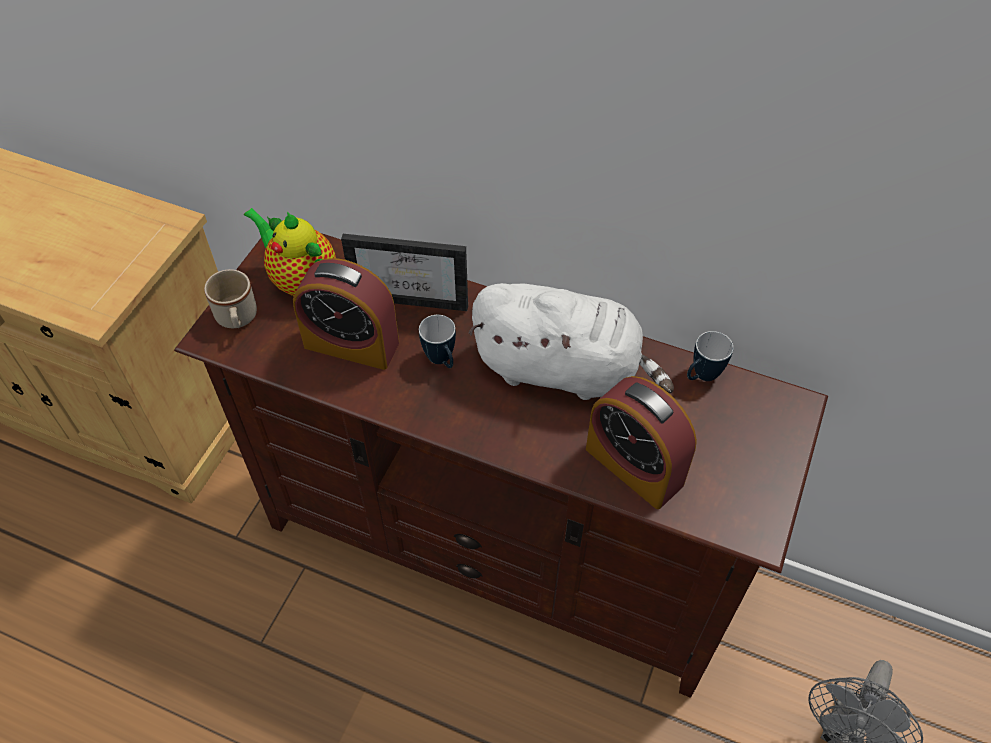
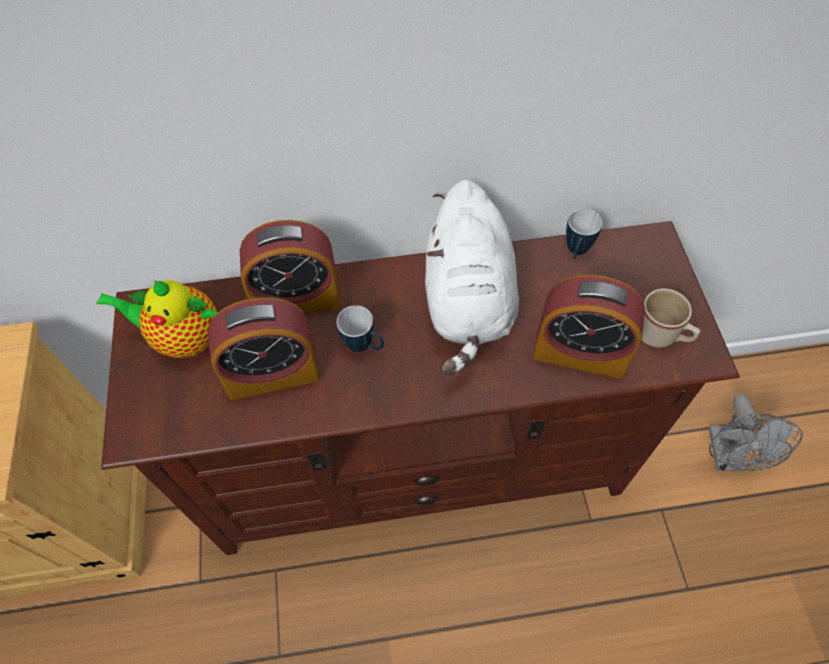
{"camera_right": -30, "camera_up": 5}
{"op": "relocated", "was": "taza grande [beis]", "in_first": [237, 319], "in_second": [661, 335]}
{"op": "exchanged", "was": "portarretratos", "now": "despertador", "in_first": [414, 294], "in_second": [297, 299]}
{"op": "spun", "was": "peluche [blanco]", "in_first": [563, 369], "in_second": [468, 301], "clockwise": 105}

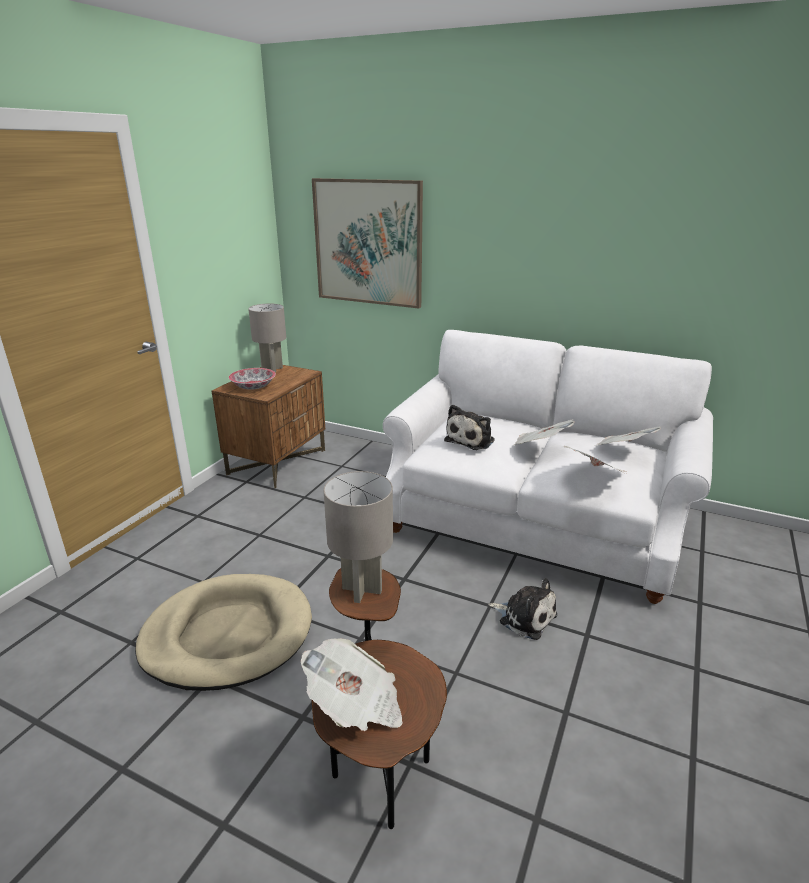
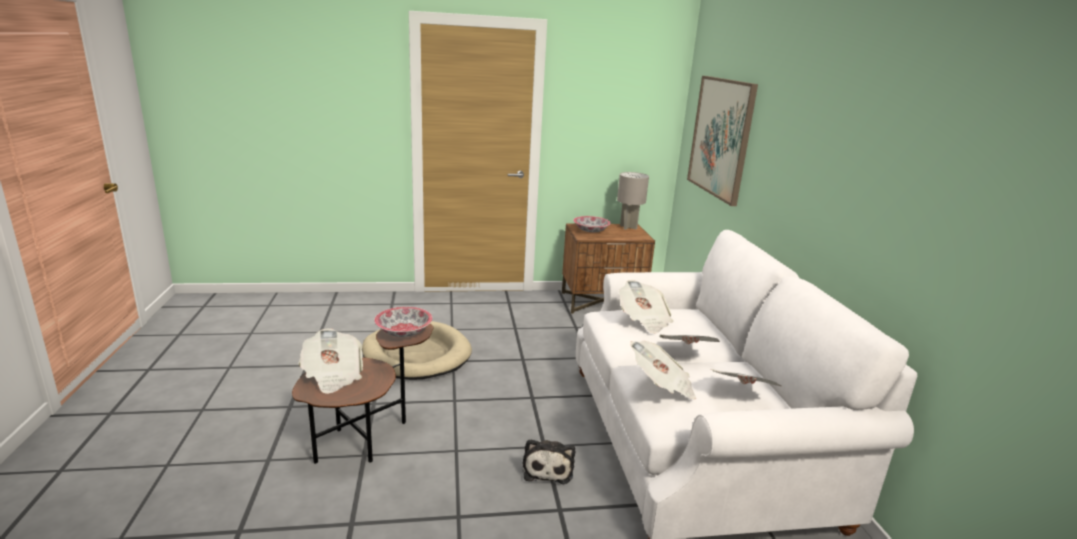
{"camera_right": 55, "camera_up": -5}
{"op": "exchanged", "was": "lámpara de mesa [gris]", "now": "cuenco", "in_first": [362, 589], "in_second": [404, 332]}
{"op": "exchanged", "was": "peluche", "now": "periódico", "in_first": [471, 440], "in_second": [644, 320]}

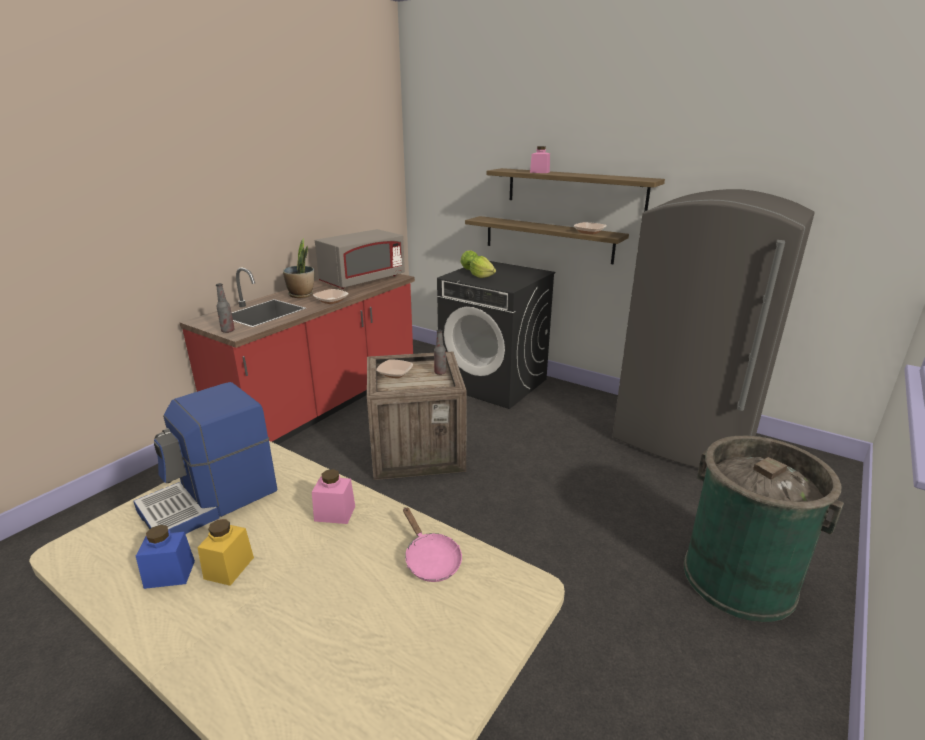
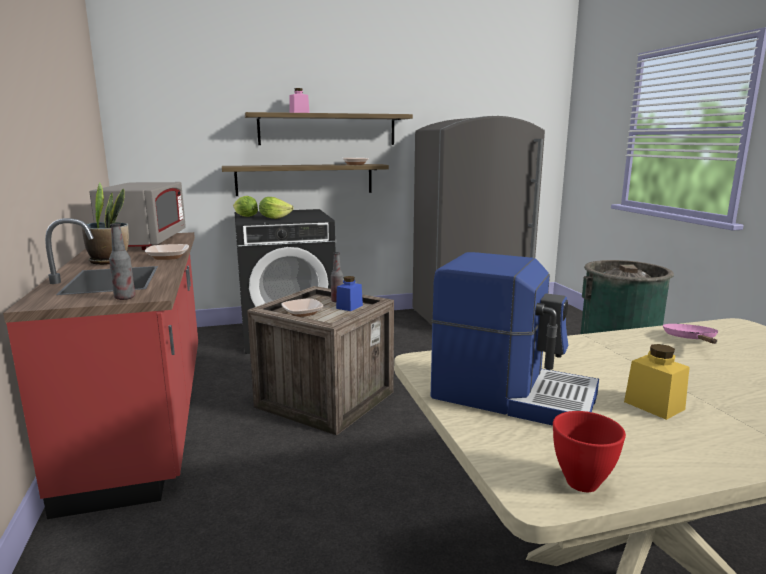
{"camera_right": -50, "camera_up": -10}
{"op": "missing", "was": "tarro [rosa]", "in_first": [335, 513]}
{"op": "appeared", "now": "cuenco [rojo]", "in_second": [582, 482]}
{"op": "relocated", "was": "tarro [azul]", "in_first": [170, 574], "in_second": [349, 307]}
{"op": "spun", "was": "cafetera", "in_first": [211, 501], "in_second": [512, 394], "clockwise": -60}
{"op": "spun", "was": "sartén [rosa]", "in_first": [430, 560], "in_second": [691, 340], "clockwise": -90}

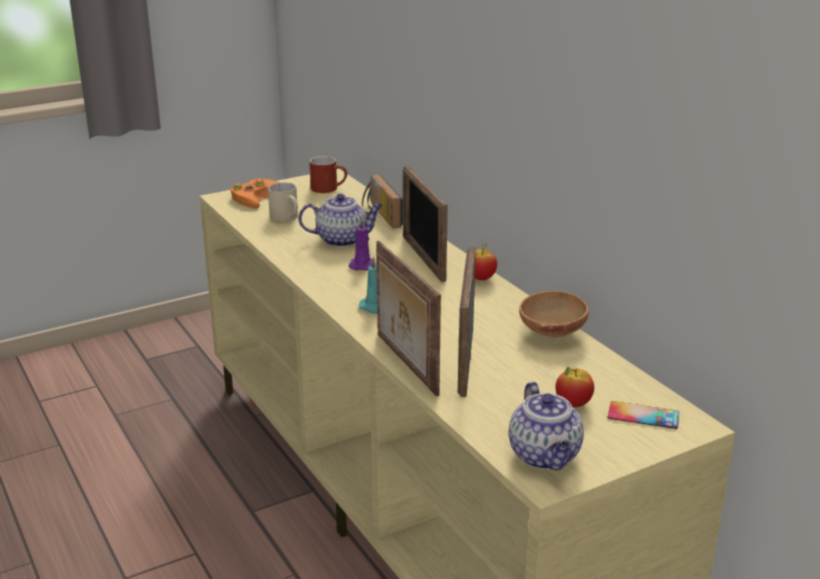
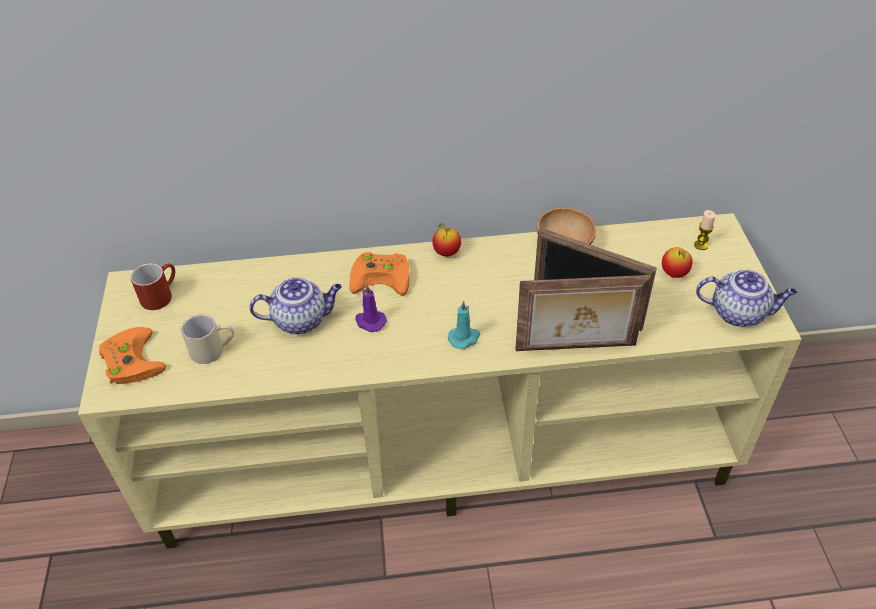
{"camera_right": -65, "camera_up": 20}
{"op": "missing", "was": "radio", "in_first": [378, 215]}
{"op": "exchanged", "was": "portarretratos", "now": "mando de consola [naranja]", "in_first": [423, 258], "in_second": [383, 276]}
{"op": "exchanged", "was": "móvil", "now": "vela", "in_first": [643, 415], "in_second": [701, 245]}
{"op": "spun", "was": "tetera", "in_first": [342, 240], "in_second": [301, 320], "clockwise": 60}

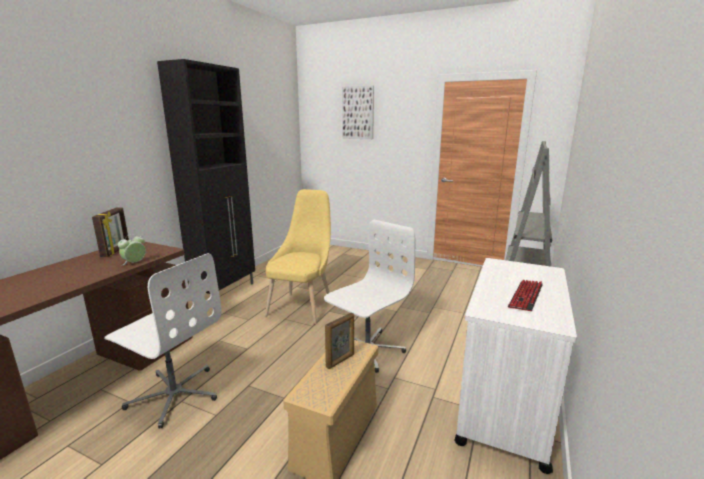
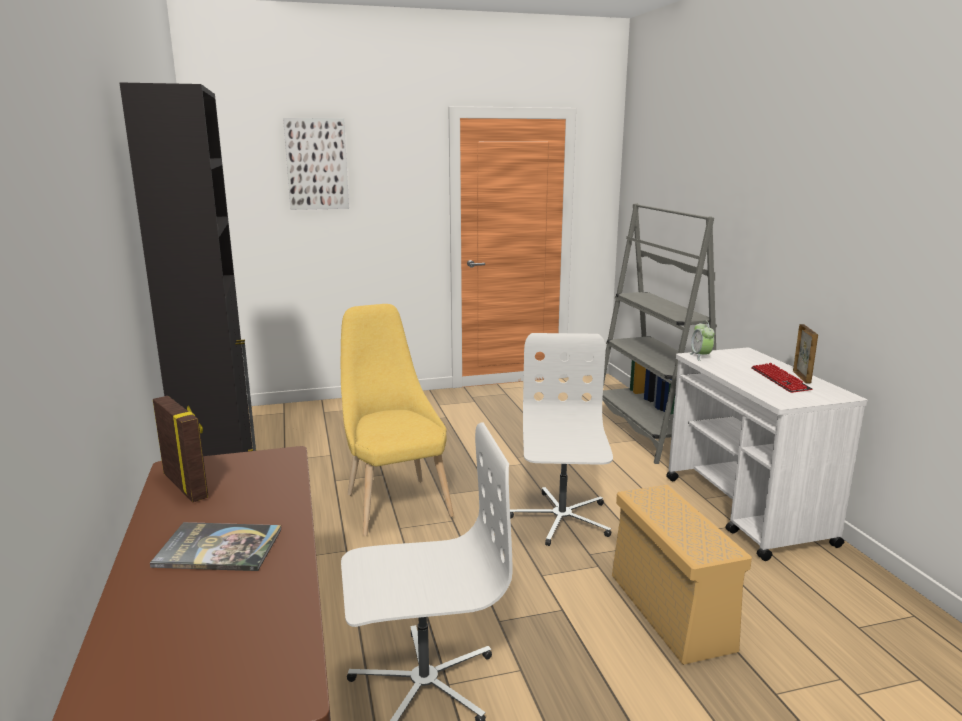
{"camera_right": -40, "camera_up": 0}
{"op": "appeared", "now": "libro", "in_second": [219, 548]}
{"op": "relocated", "was": "despertador", "in_first": [134, 263], "in_second": [700, 356]}
{"op": "relocated", "was": "portarretratos", "in_first": [340, 361], "in_second": [802, 377]}

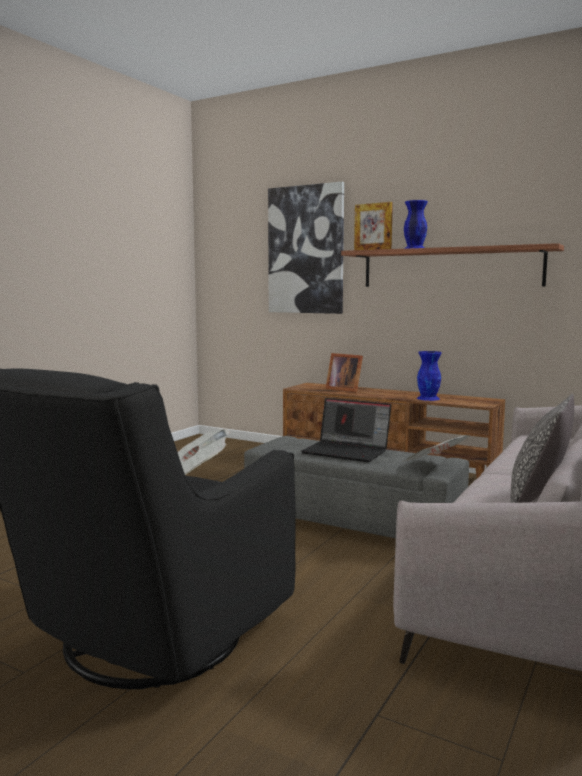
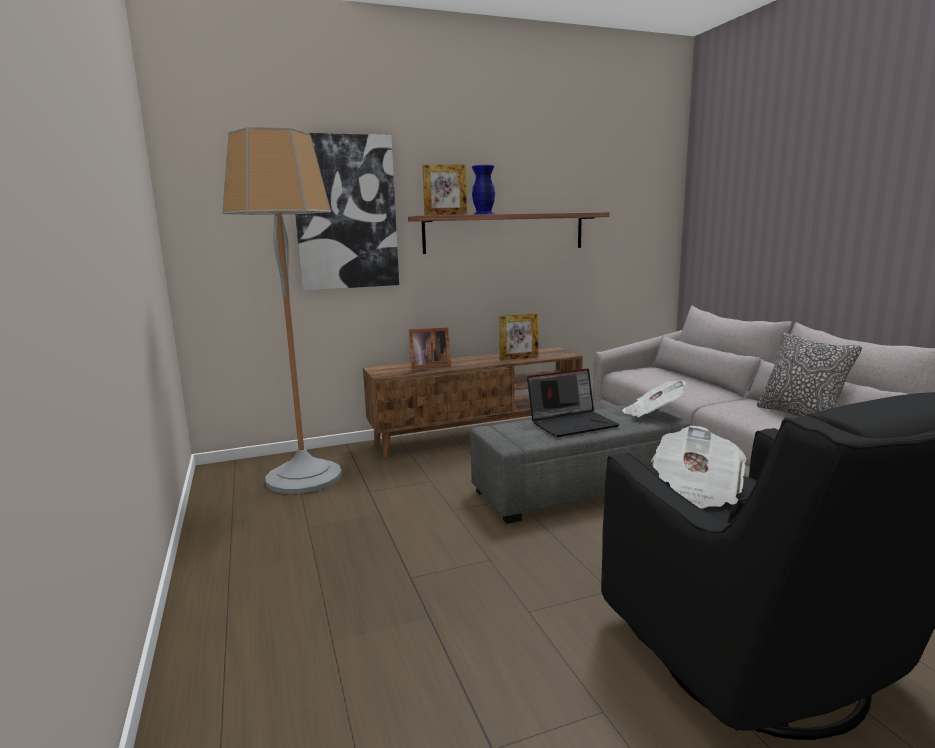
{"camera_right": -50, "camera_up": 5}
{"op": "appeared", "now": "lámpara de pie", "in_second": [304, 477]}
{"op": "exchanged", "was": "florero [azul]", "now": "portarretratos", "in_first": [428, 398], "in_second": [519, 358]}

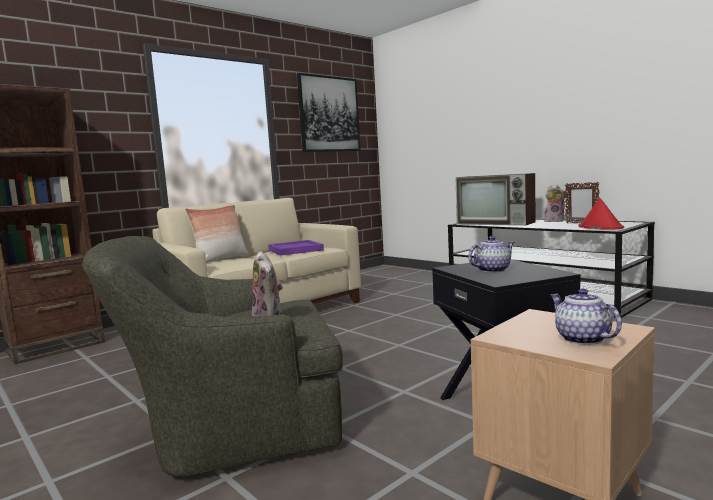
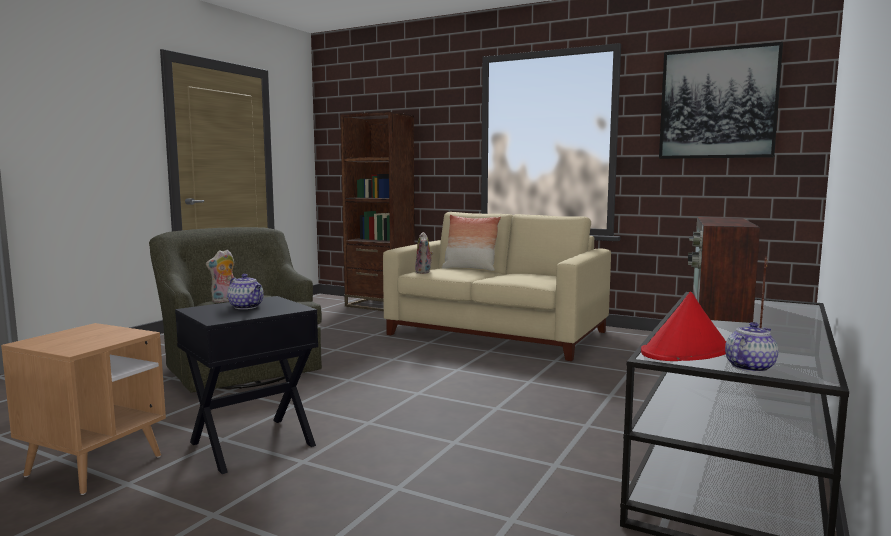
{"camera_right": 70, "camera_up": 0}
{"op": "missing", "was": "bandeja [morado]", "in_first": [295, 250]}
{"op": "relocated", "was": "peluche", "in_first": [554, 221], "in_second": [424, 272]}
{"op": "relocated", "was": "tetera", "in_first": [581, 339], "in_second": [749, 367]}

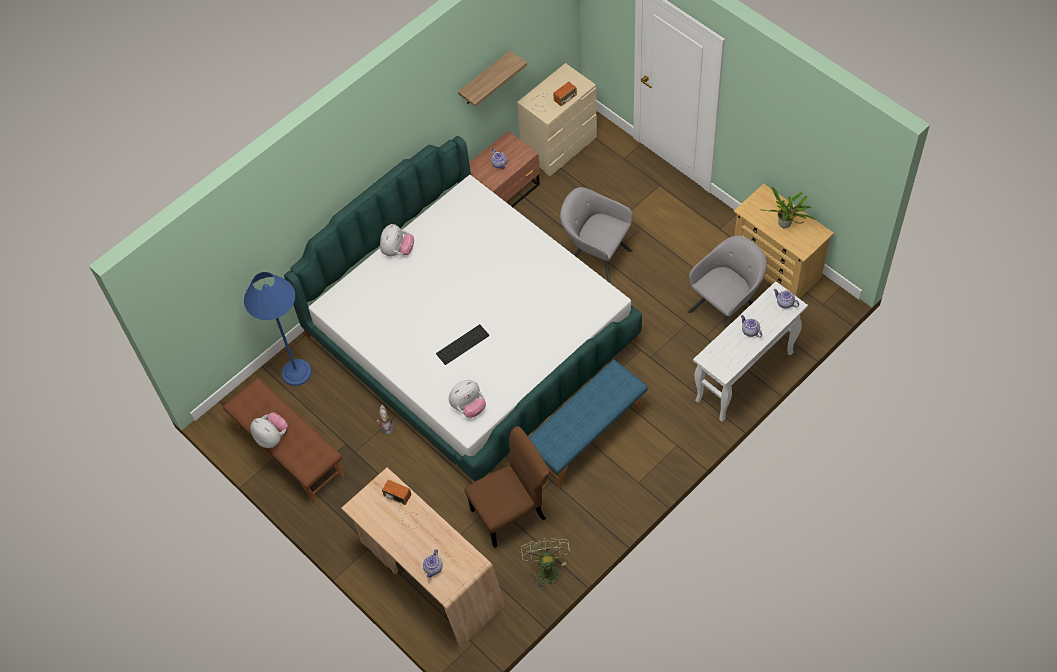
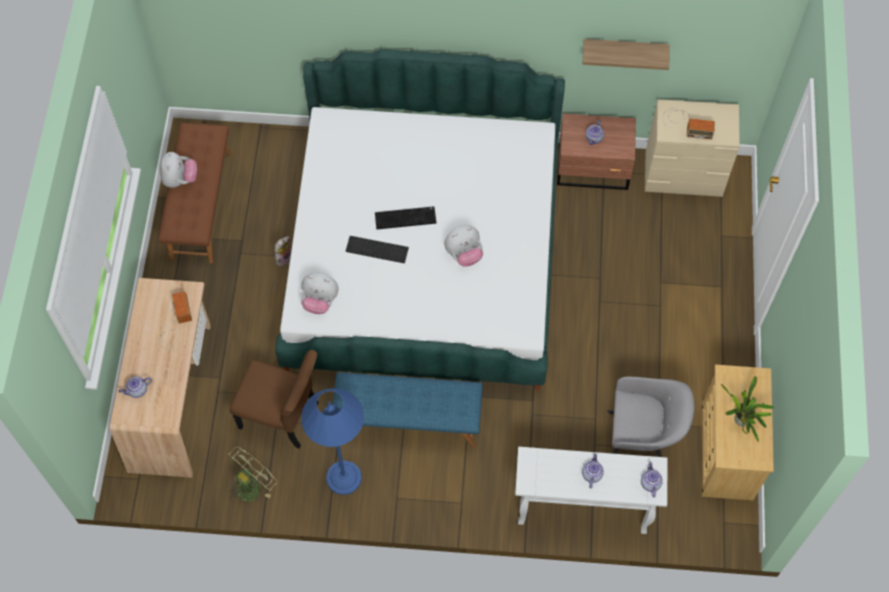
{"camera_right": 45, "camera_up": 5}
{"op": "missing", "was": "sillón [gris]", "in_first": [595, 257]}
{"op": "appeared", "now": "teclado", "in_second": [406, 217]}
{"op": "relocated", "was": "lámpara de pie [azul]", "in_first": [296, 372], "in_second": [344, 477]}
{"op": "relocated", "was": "peluche", "in_first": [397, 250], "in_second": [464, 254]}

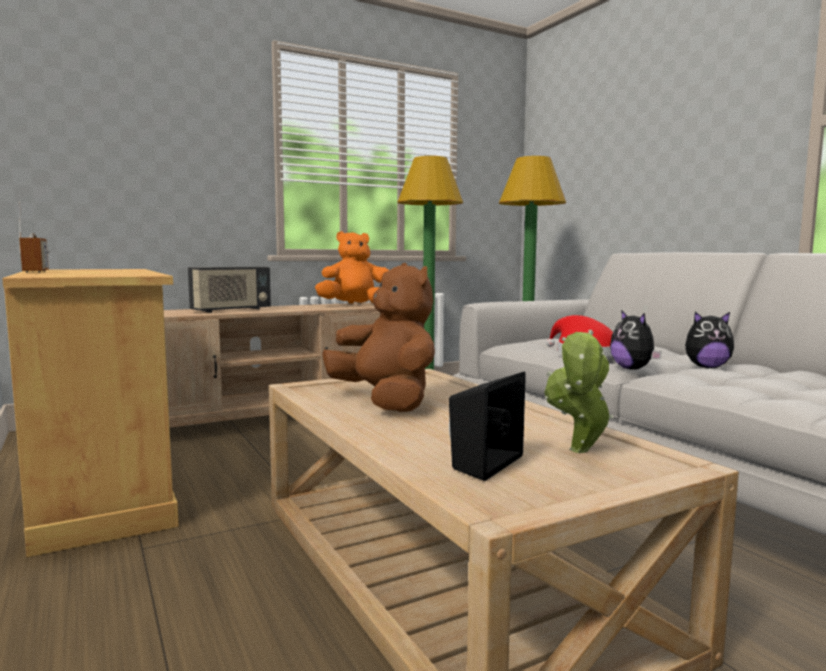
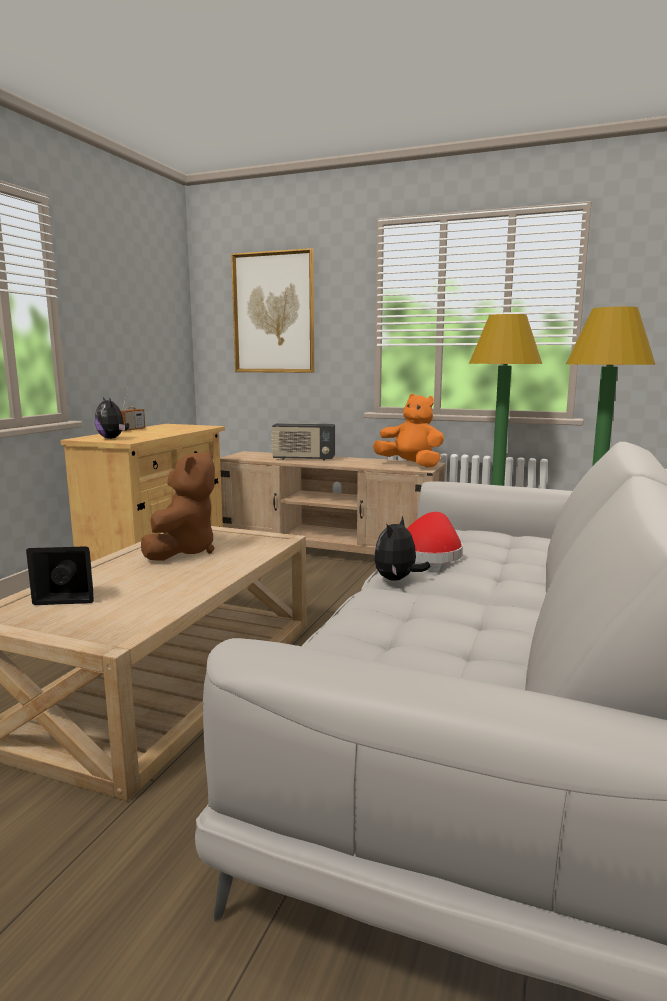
{"camera_right": 50, "camera_up": 5}
{"op": "missing", "was": "planta en maceta", "in_first": [579, 452]}
{"op": "appeared", "now": "cuadro", "in_second": [273, 313]}
{"op": "relocated", "was": "peluche", "in_first": [706, 367], "in_second": [112, 438]}

